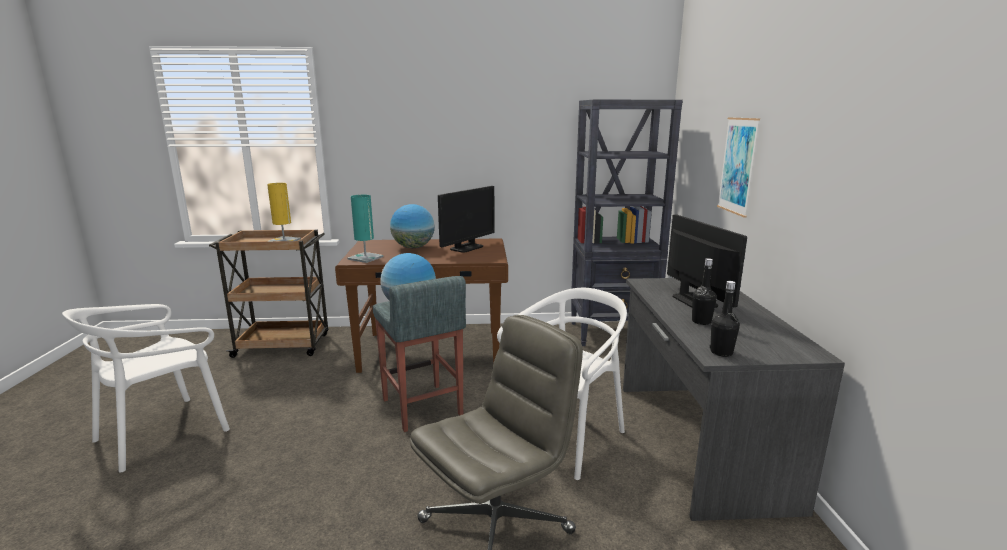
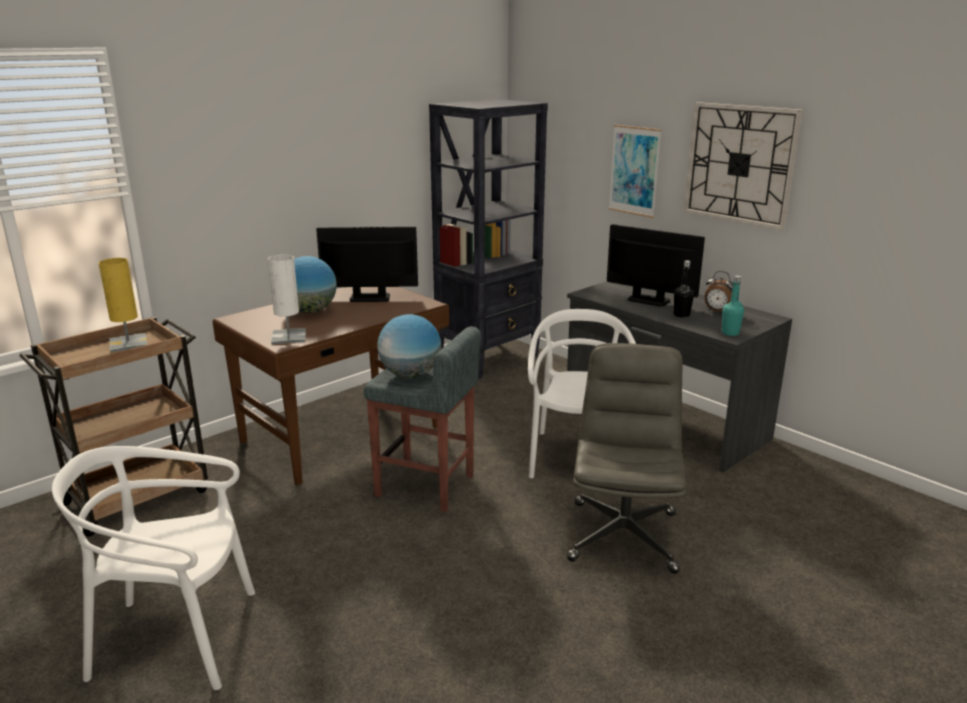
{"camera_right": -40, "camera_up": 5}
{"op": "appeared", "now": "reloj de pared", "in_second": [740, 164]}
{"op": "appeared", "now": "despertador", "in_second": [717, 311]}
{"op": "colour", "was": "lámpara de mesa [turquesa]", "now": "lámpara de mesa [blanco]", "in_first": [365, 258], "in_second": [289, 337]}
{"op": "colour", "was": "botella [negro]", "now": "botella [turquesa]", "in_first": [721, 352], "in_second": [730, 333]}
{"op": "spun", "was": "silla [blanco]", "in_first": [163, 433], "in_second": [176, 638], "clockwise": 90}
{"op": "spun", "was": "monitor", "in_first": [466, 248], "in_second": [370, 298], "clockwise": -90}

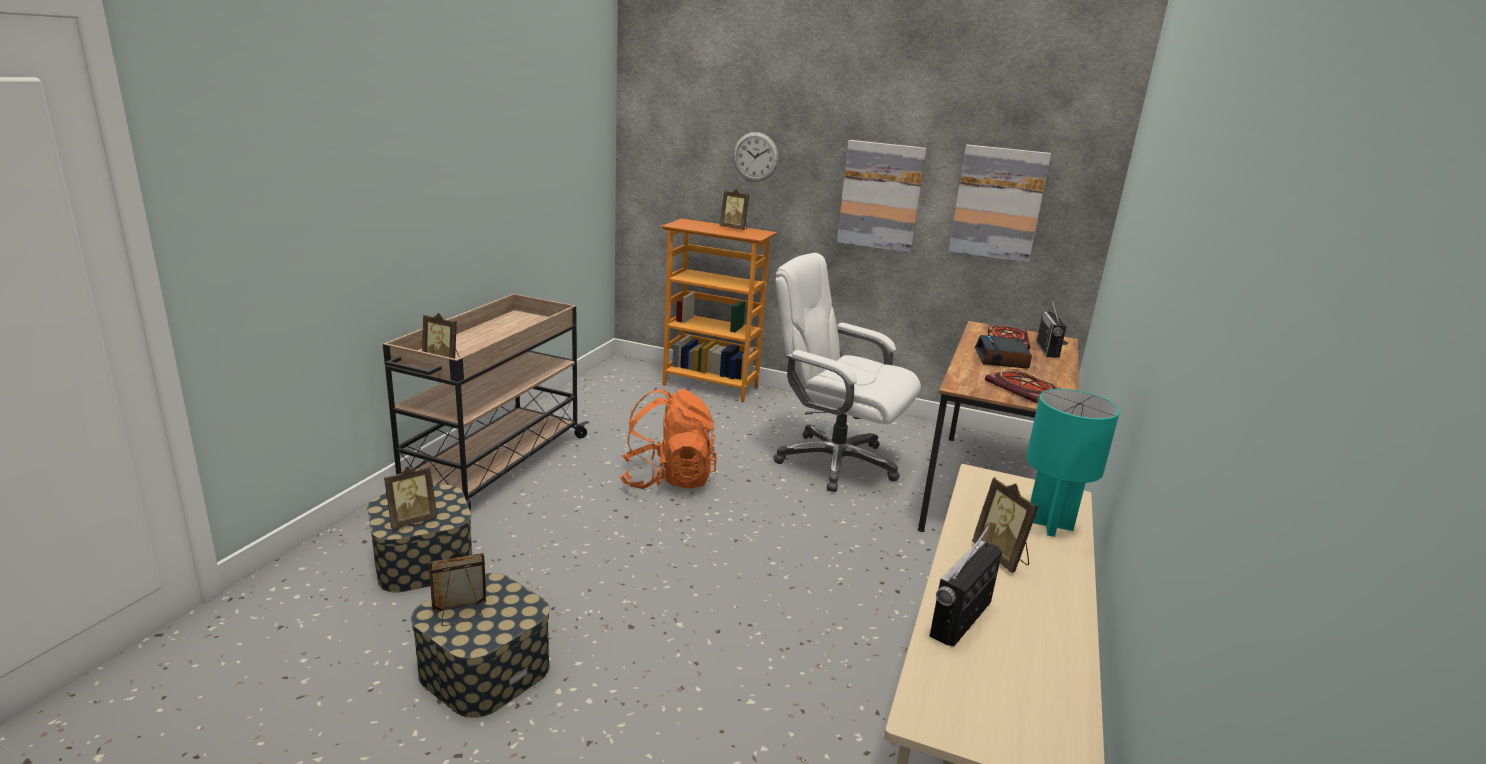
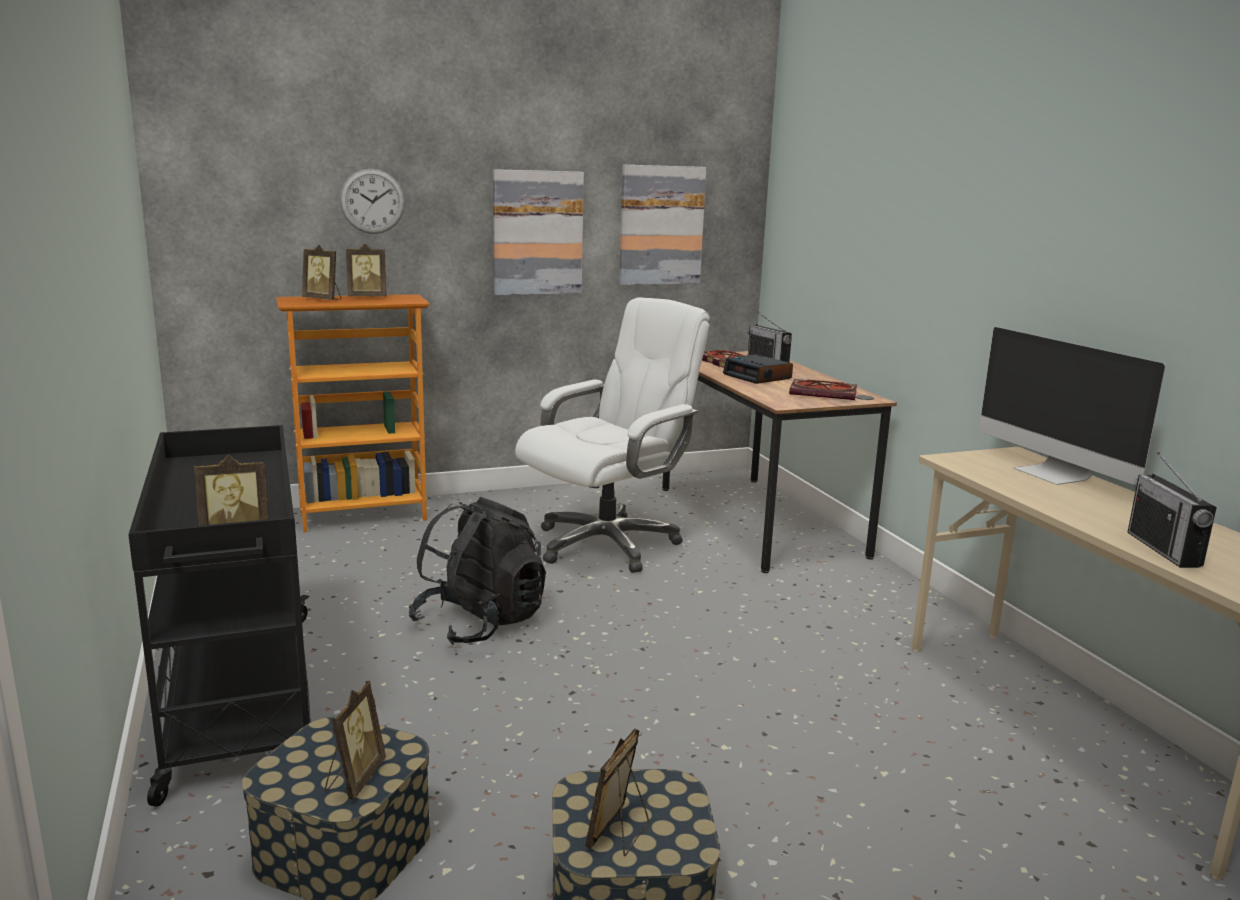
{"camera_right": -40, "camera_up": -5}
{"op": "relocated", "was": "portarretratos", "in_first": [1001, 557], "in_second": [323, 299]}
{"op": "exchanged", "was": "lámpara de mesa [turquesa]", "now": "monitor", "in_first": [1050, 525], "in_second": [1054, 474]}
{"op": "colour", "was": "carrito [beis]", "now": "carrito [negro]", "in_first": [493, 467], "in_second": [240, 700]}
{"op": "colour", "was": "mochila [naranja]", "now": "mochila [negro]", "in_first": [668, 479], "in_second": [480, 623]}
{"op": "spun", "was": "silla de oficina [blanco]", "in_first": [834, 462], "in_second": [607, 543], "clockwise": 150}

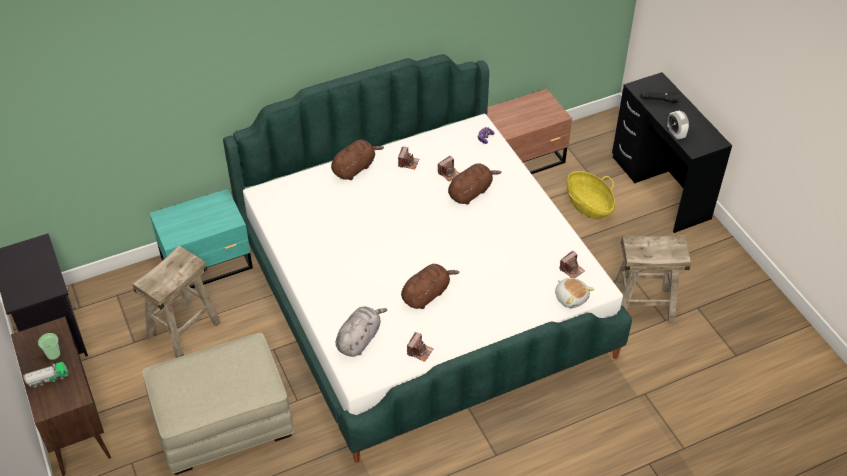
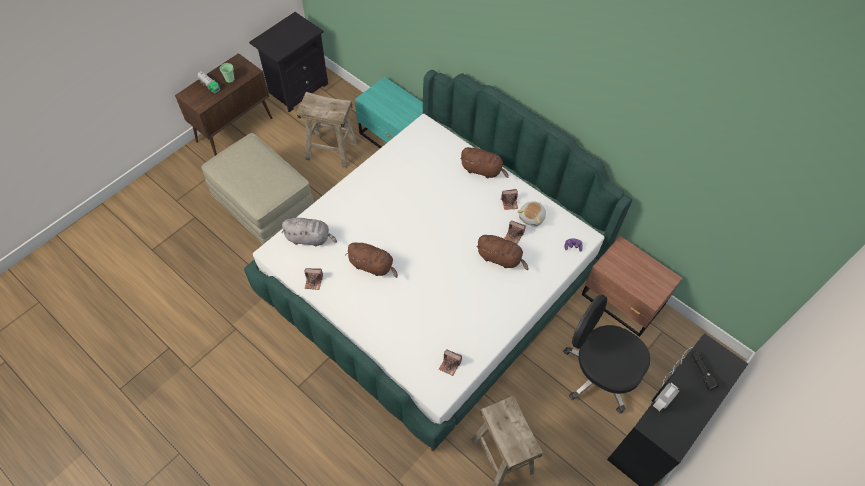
{"camera_right": 65, "camera_up": 10}
{"op": "relocated", "was": "peluche", "in_first": [571, 298], "in_second": [532, 217]}
{"op": "exchanged", "was": "cesta", "now": "silla de oficina [negro]", "in_first": [588, 205], "in_second": [598, 373]}

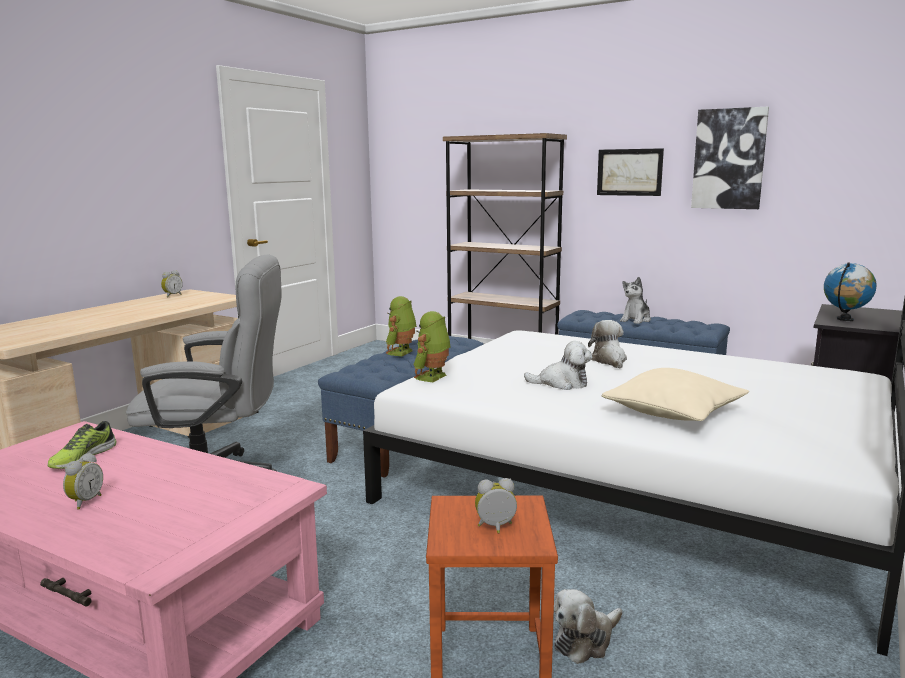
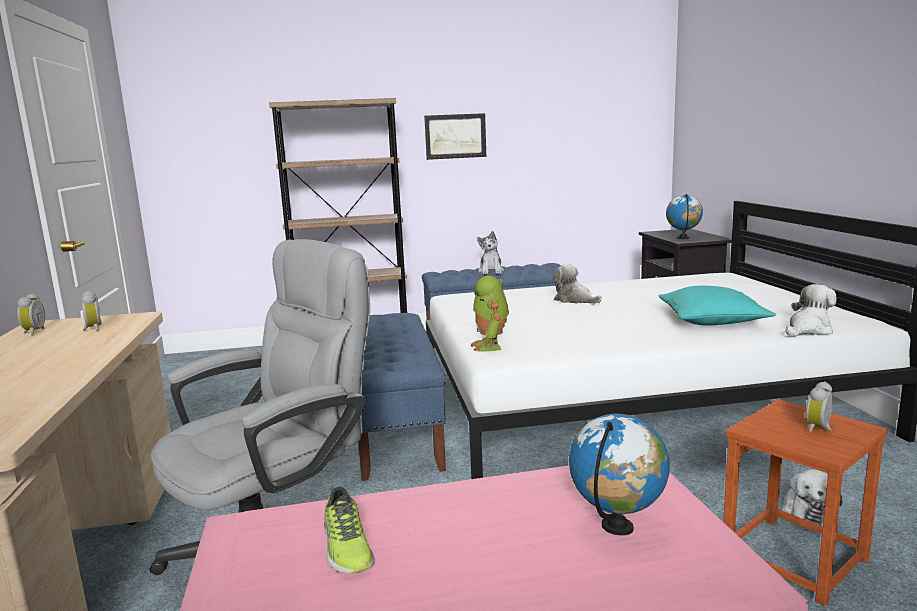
{"camera_right": -40, "camera_up": 0}
{"op": "missing", "was": "robot de juguete", "in_first": [402, 353]}
{"op": "missing", "was": "cuadro", "in_first": [729, 159]}
{"op": "appeared", "now": "globo terráqueo", "in_second": [617, 527]}
{"op": "relocated", "was": "despertador", "in_first": [84, 502], "in_second": [92, 329]}
{"op": "relocated", "was": "peluche", "in_first": [562, 383], "in_second": [808, 330]}
{"op": "colour", "was": "cojín [beis]", "now": "cojín [turquesa]", "in_first": [673, 412], "in_second": [712, 321]}

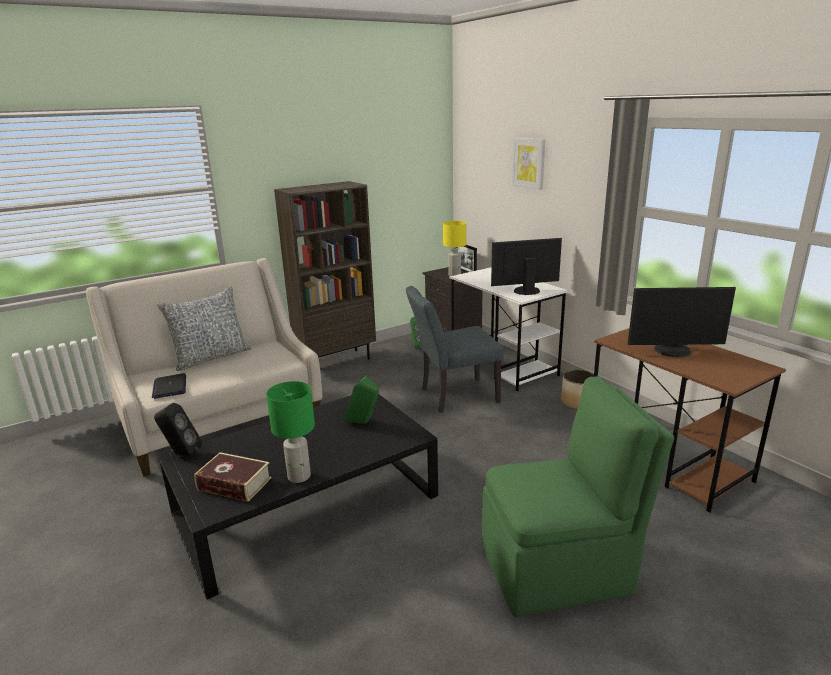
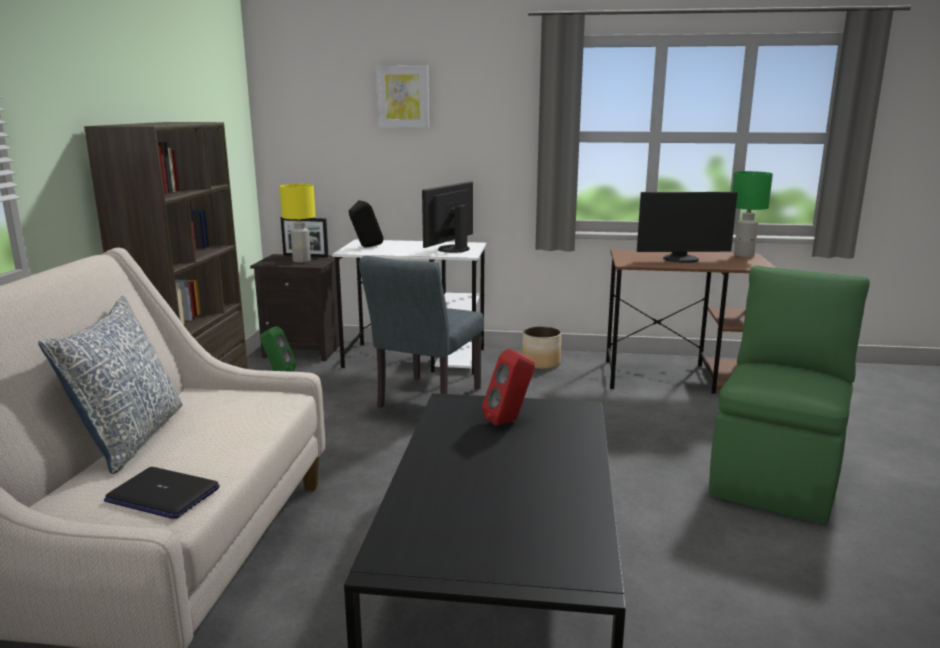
{"camera_right": -50, "camera_up": -5}
{"op": "missing", "was": "libro", "in_first": [234, 484]}
{"op": "relocated", "was": "altavoz [negro]", "in_first": [181, 454], "in_second": [365, 247]}
{"op": "relocated", "was": "lámpara de mesa [verde]", "in_first": [300, 476], "in_second": [744, 255]}
{"op": "colour", "was": "altavoz [verde]", "now": "altavoz [rojo]", "in_first": [364, 423], "in_second": [509, 421]}
{"op": "spun", "was": "monitor", "in_first": [673, 351], "in_second": [681, 259], "clockwise": 45}

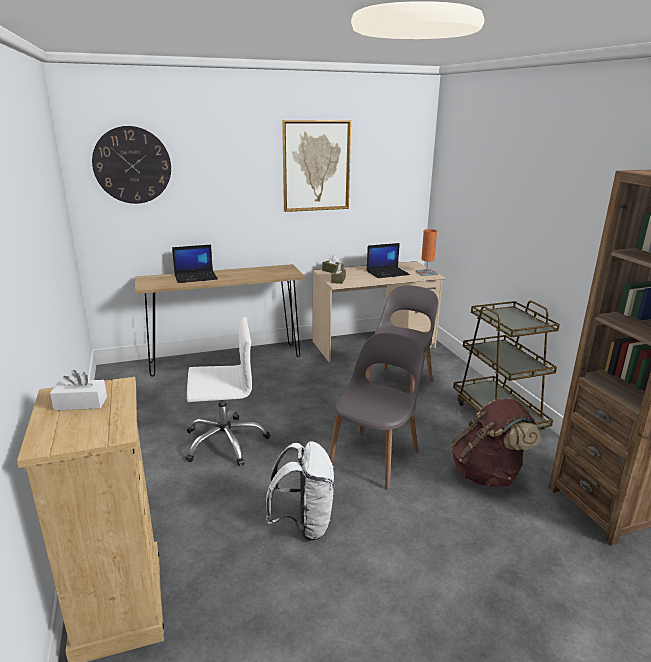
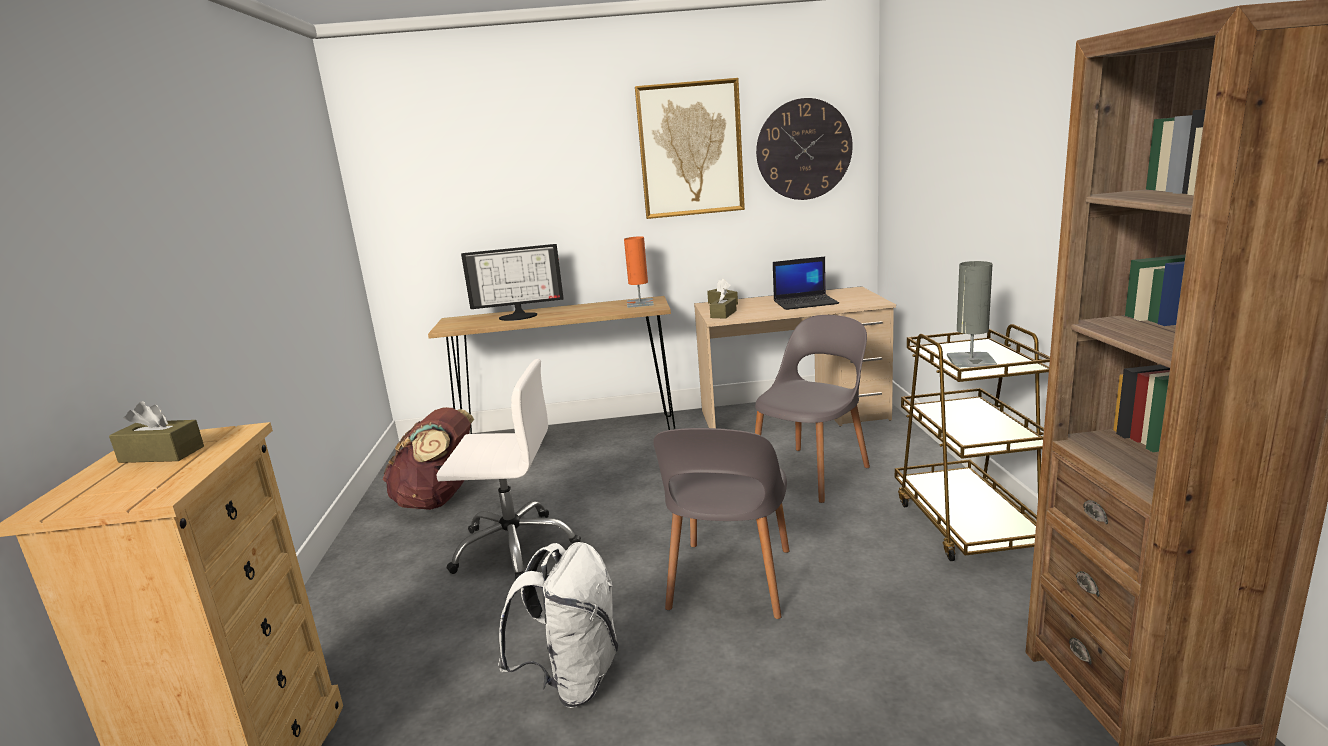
{"camera_right": 15, "camera_up": -5}
{"op": "appeared", "now": "lámpara de mesa [gris]", "in_second": [971, 361]}
{"op": "relocated", "was": "reloj de pared", "in_first": [132, 165], "in_second": [804, 149]}
{"op": "relocated", "was": "lámpara de mesa [naranja]", "in_first": [426, 273], "in_second": [640, 303]}
{"op": "relocated", "was": "mochila [marrón]", "in_first": [488, 474], "in_second": [438, 500]}
{"op": "exchanged", "was": "portátil", "now": "monitor", "in_first": [196, 277], "in_second": [519, 316]}
{"op": "colour", "was": "caja de pañuelos [blanco]", "now": "caja de pañuelos [marrón]", "in_first": [80, 403], "in_second": [161, 454]}
{"op": "spun", "was": "silla [gris]", "in_first": [375, 457], "in_second": [729, 581], "clockwise": 150}

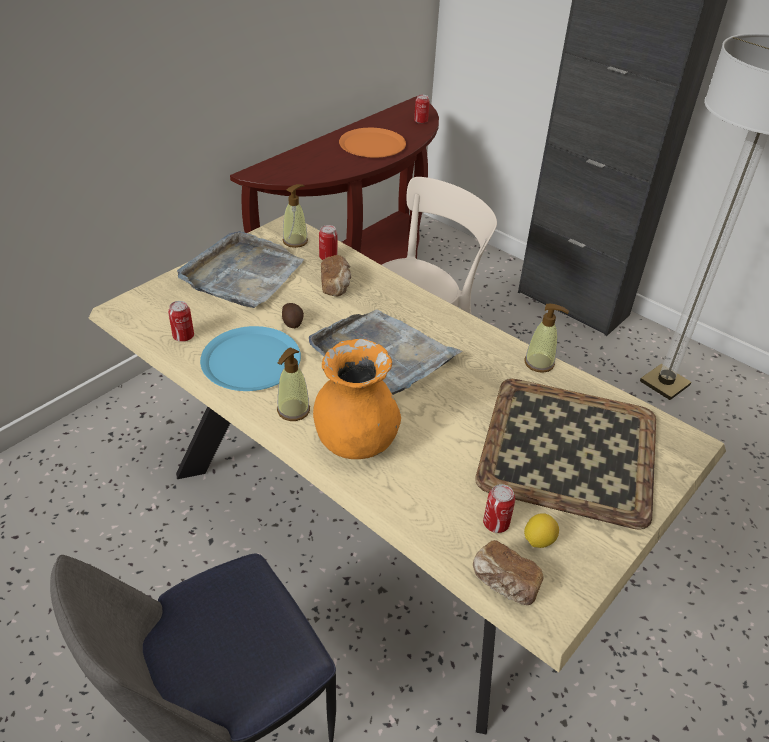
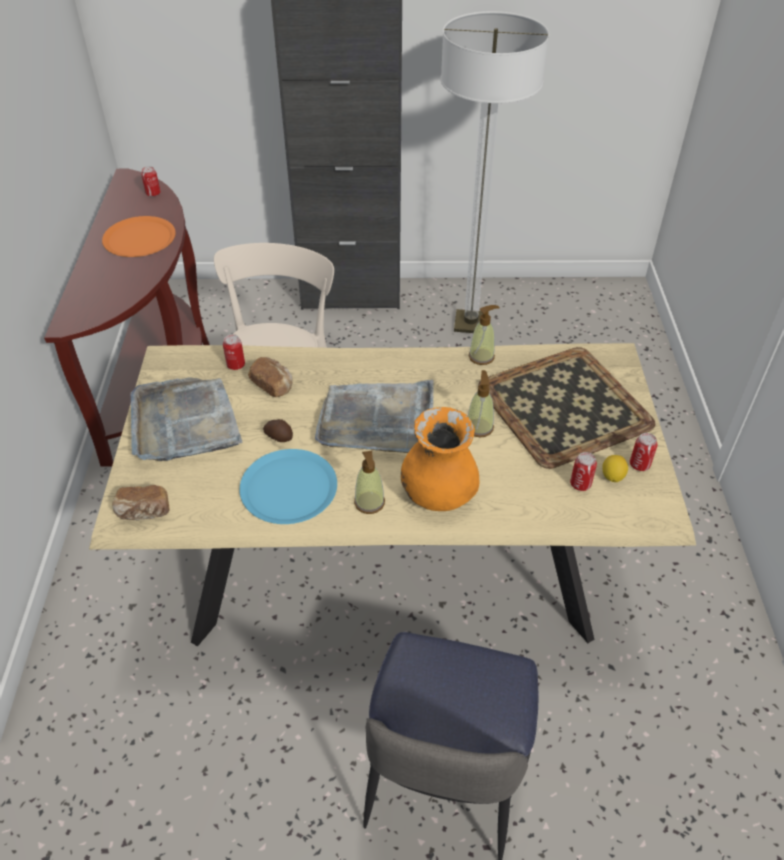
{"camera_right": -40, "camera_up": 5}
{"op": "relocated", "was": "lata", "in_first": [183, 336], "in_second": [639, 464]}
{"op": "relocated", "was": "dispensador de jabón", "in_first": [295, 241], "in_second": [479, 427]}
{"op": "relocated", "was": "pan", "in_first": [504, 584], "in_second": [144, 512]}

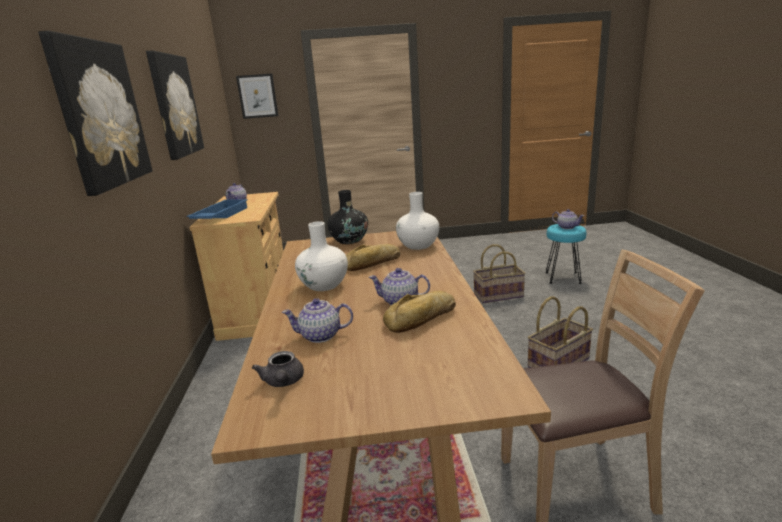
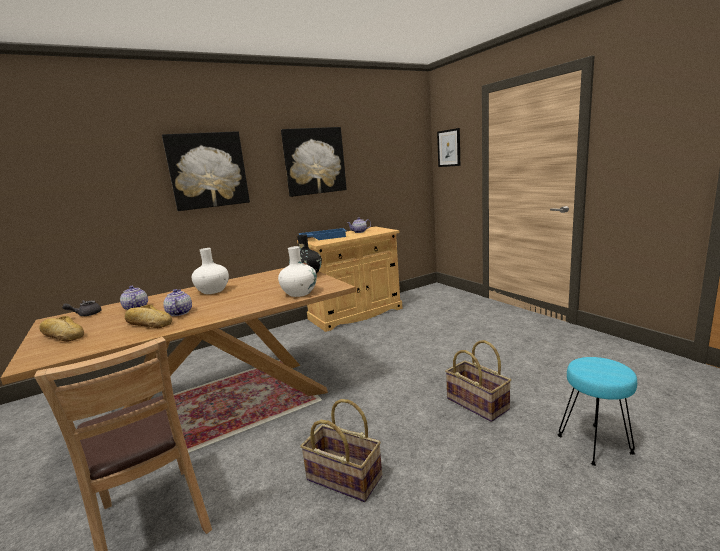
{"camera_right": 65, "camera_up": -5}
{"op": "missing", "was": "tetera", "in_first": [567, 227]}
{"op": "relocated", "was": "pan", "in_first": [373, 263], "in_second": [63, 336]}

